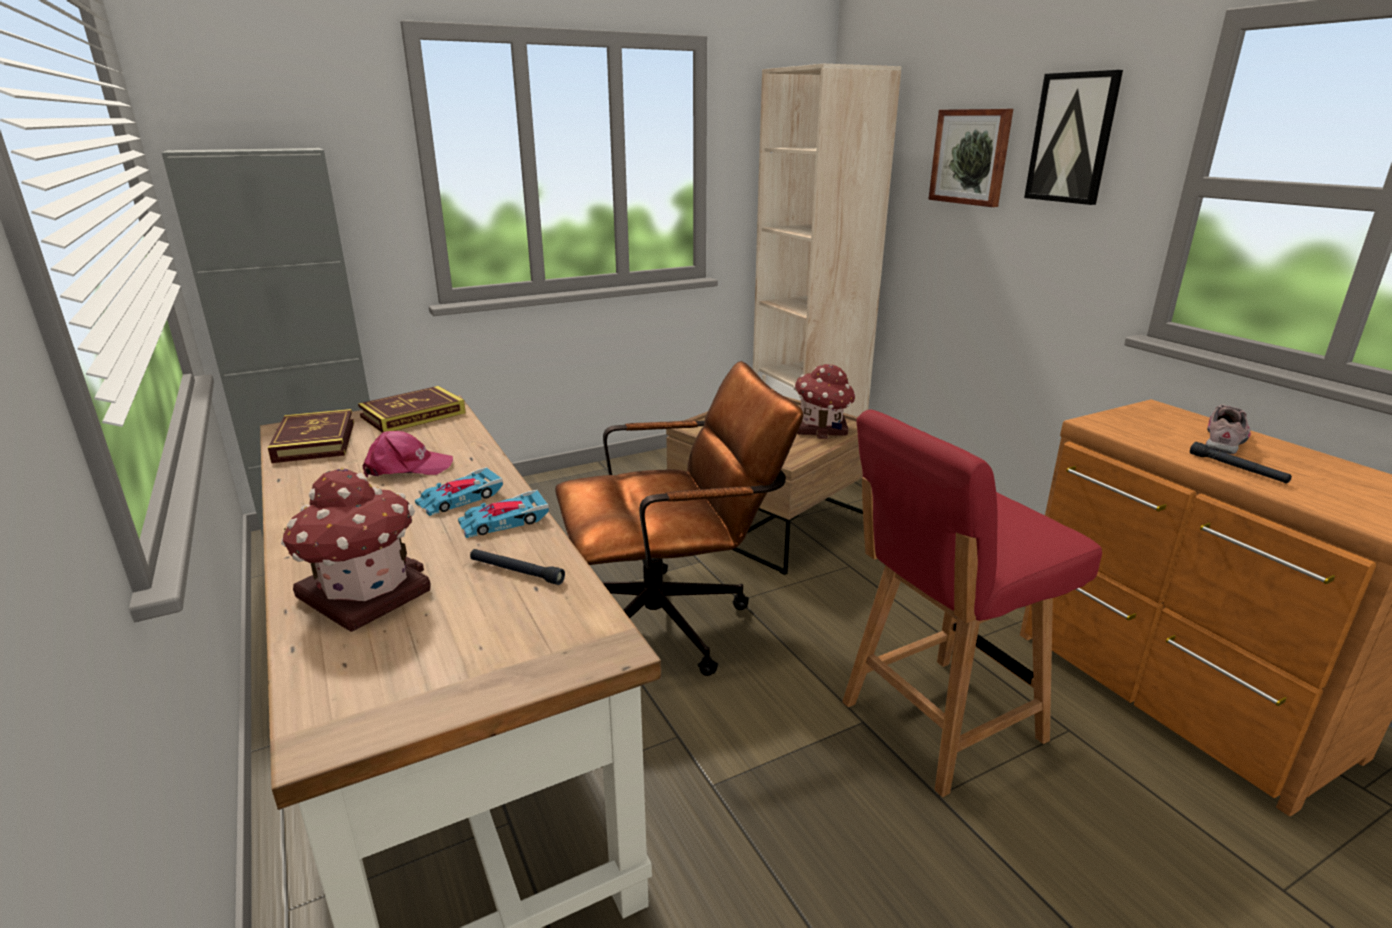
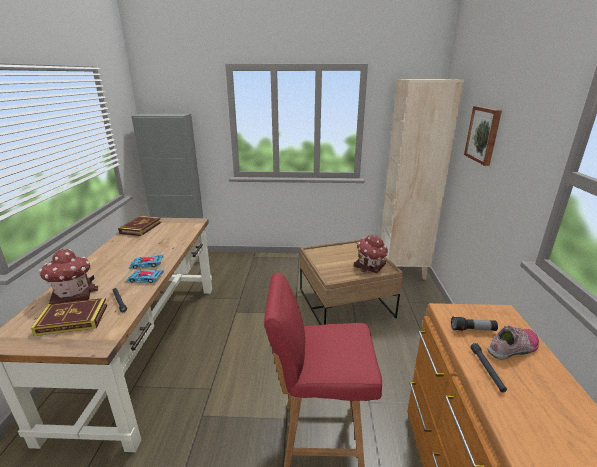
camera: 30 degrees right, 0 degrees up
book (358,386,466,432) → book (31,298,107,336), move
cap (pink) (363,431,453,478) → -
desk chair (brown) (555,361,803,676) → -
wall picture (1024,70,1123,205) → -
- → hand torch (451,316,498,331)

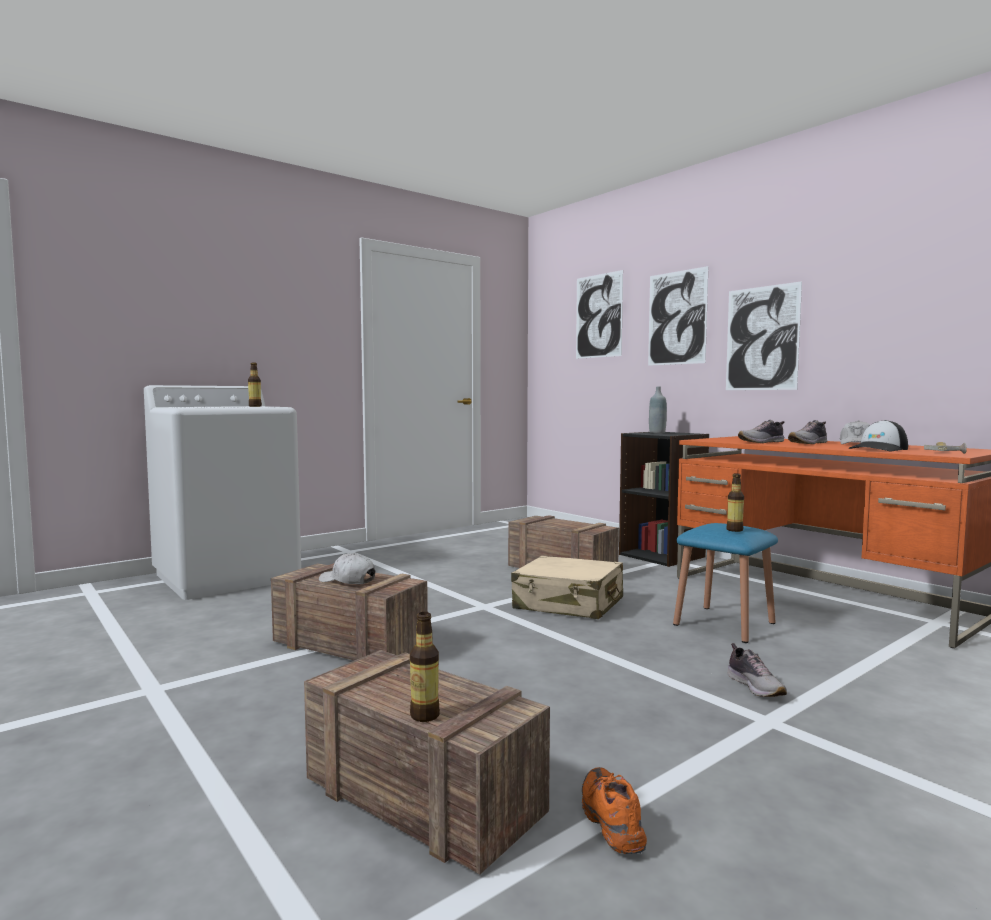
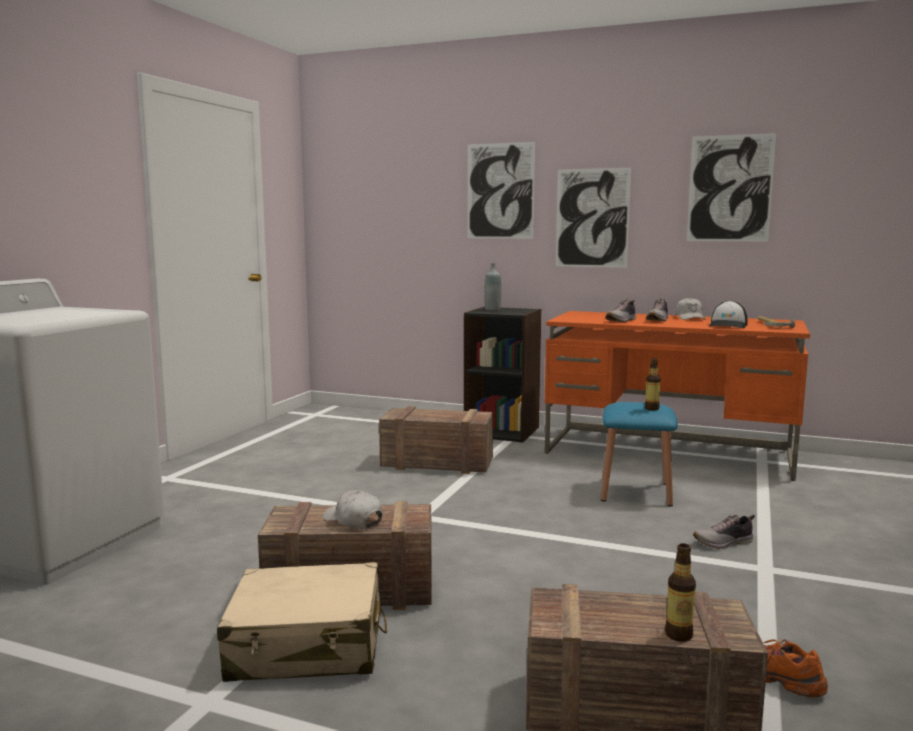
camera: 30 degrees left, 5 degrees up
bottle (248,362,262,407) → -
cap (whitish) (319,553,376,584) → cap (whitish) (323,490,383,529), 45 degrees clockwise
piece of luggage (beige) (511,556,623,619) → piece of luggage (beige) (217,562,387,682), move
wall picture (576,270,623,359) → wall picture (687,133,776,241), move
low shoe (727,643,787,697) → low shoe (693,515,755,549), 120 degrees clockwise

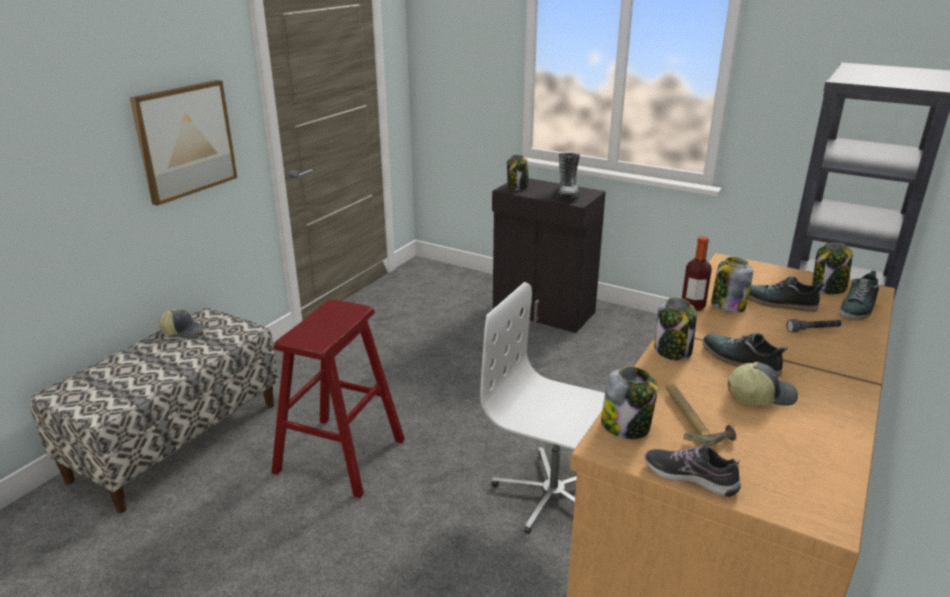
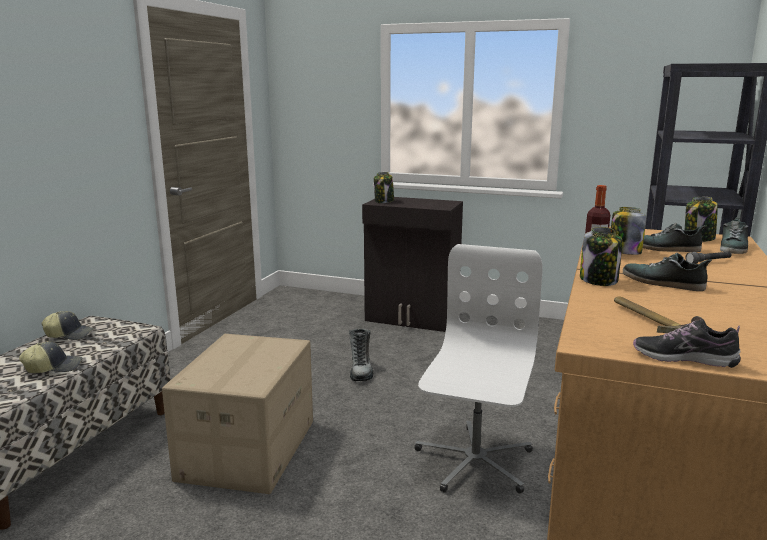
camera: 10 degrees left, 10 degrees down
wall picture (130,80,237,206) → -
stool seat (red) (271,299,405,498) → carton (162,334,313,494)
desk chair (whitish) (480,282,605,534) → desk chair (whitish) (414,244,543,494), 90 degrees clockwise
high-top boot (557,153,580,200) → high-top boot (349,329,373,381), move
jar (601,366,658,439) → -
cap (728,362,798,406) → cap (19,341,82,373), move

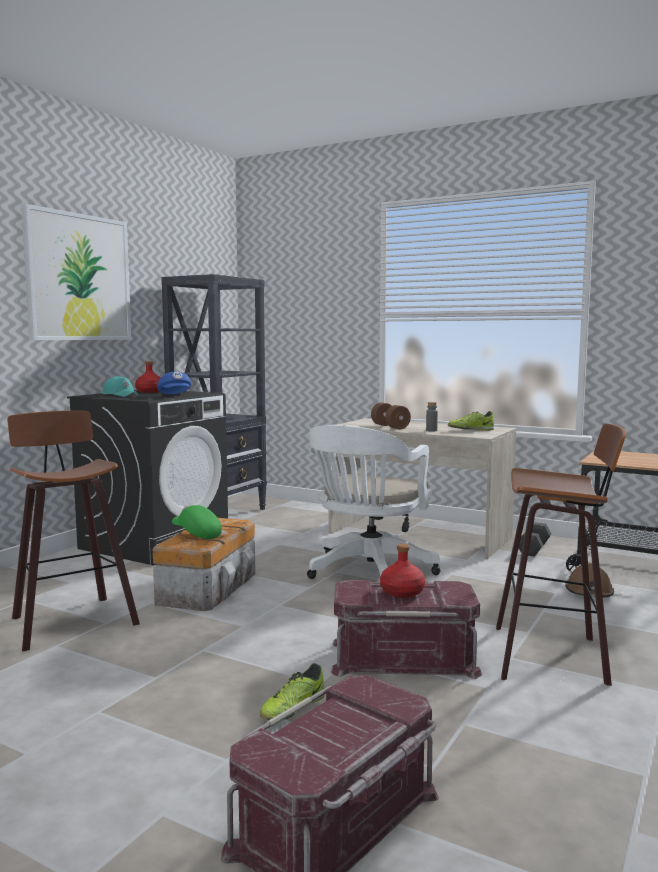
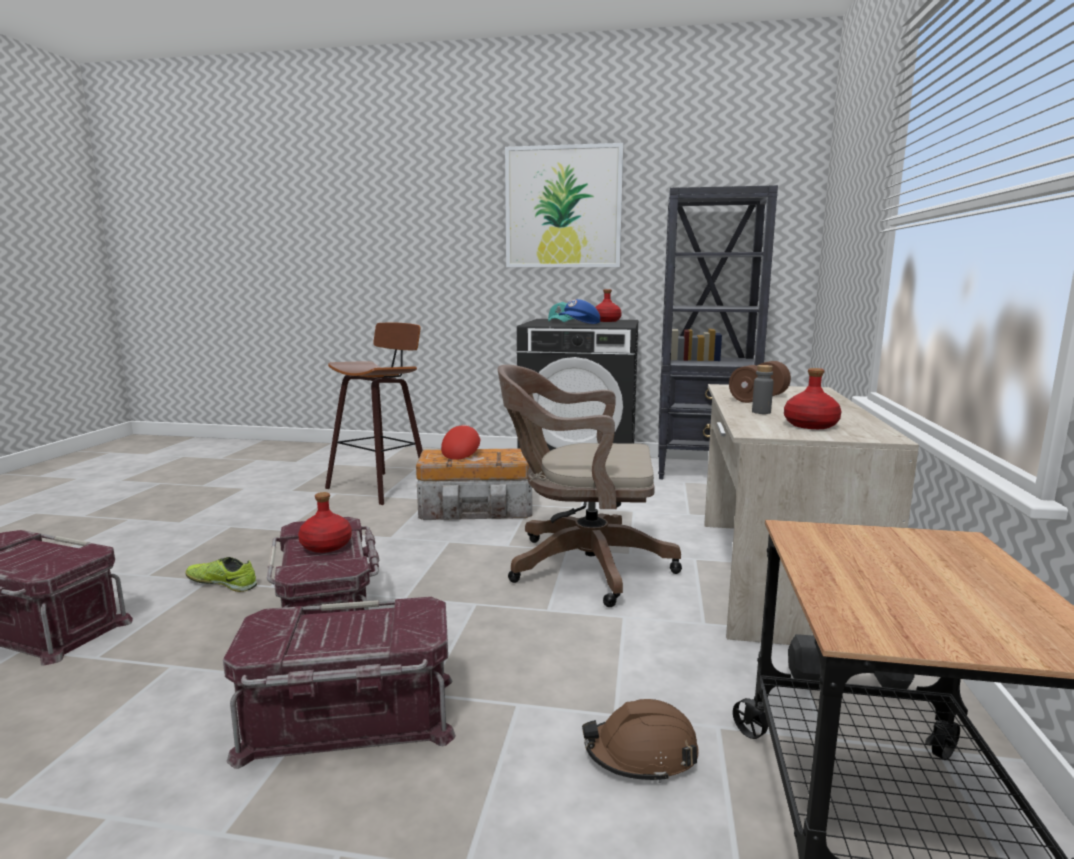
camera: 70 degrees right, 5 degrees up
cap (green-coloured) (172,505,222,539) → cap (red) (441,425,480,460)
desk chair (whitish) (307,425,440,579) → desk chair (brown) (497,365,682,607)
low shoe (448,411,494,430) → bottle (red) (784,368,841,429)
stool seat (496,423,626,686) → storage container (red) (223,597,456,769)

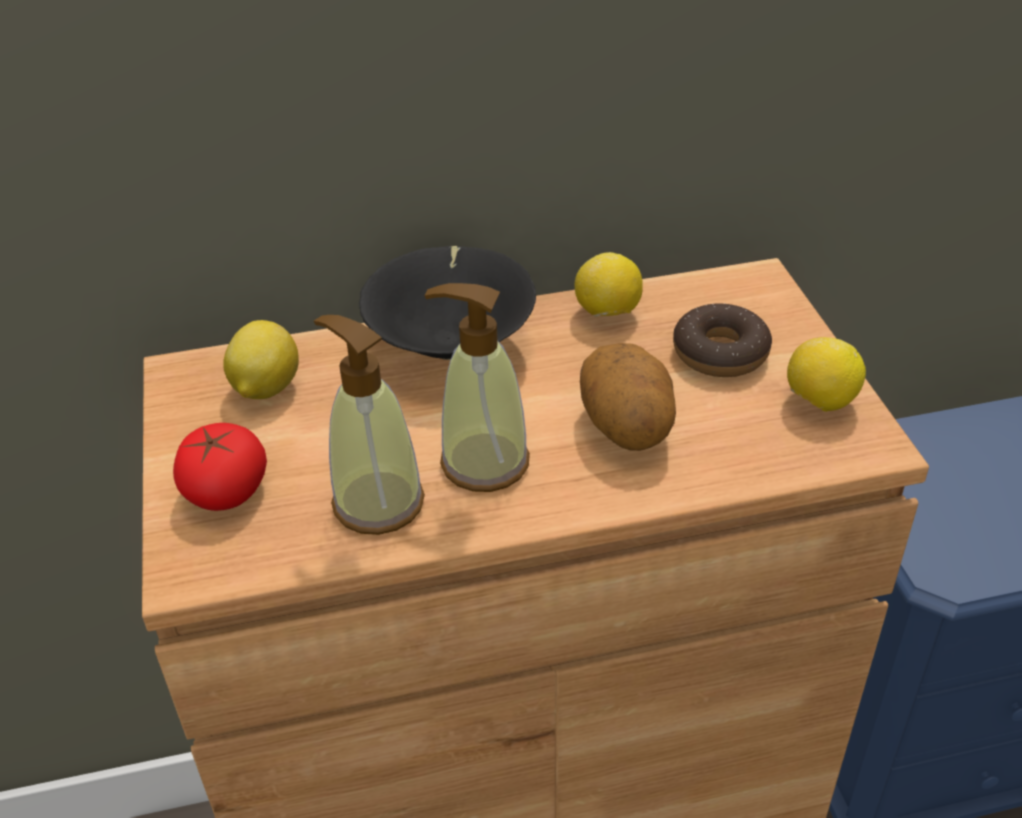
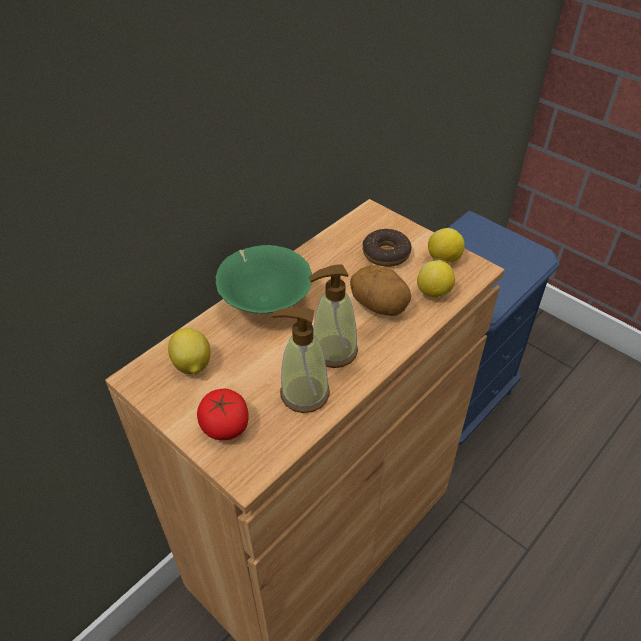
camera: 35 degrees left, 5 degrees up
serving bowl (black) (359,246,536,360) → serving bowl (green-coloured) (216,245,312,314)
whole lemon (575,252,643,317) → whole lemon (417,260,455,298), move

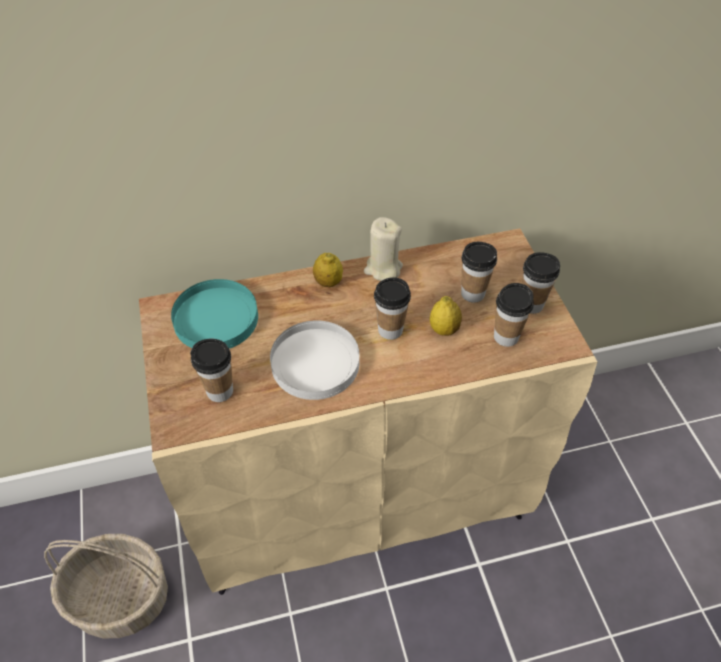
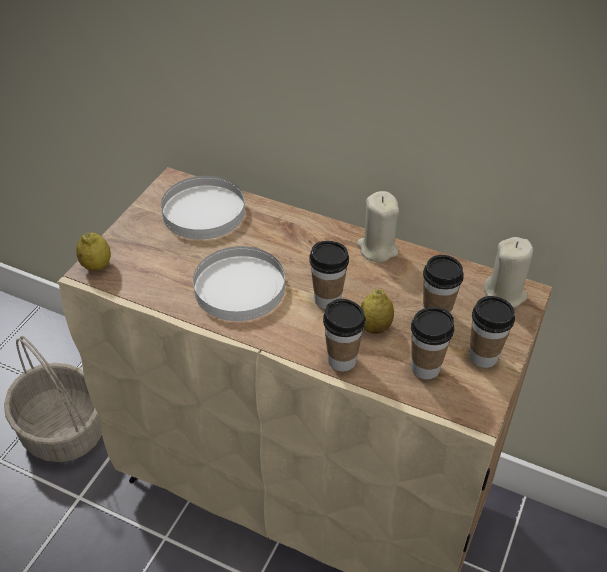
camera: 40 degrees right, 5 degrees down
plate (turquoise) (171,279,258,349) → plate (whitish) (161,176,245,240)
drinking cup (190,339,233,402) → drinking cup (323,299,366,372), move
whole lemon (313,253,343,287) → whole lemon (76,233,111,271), move
- → candle (beige) (484,237,533,308)

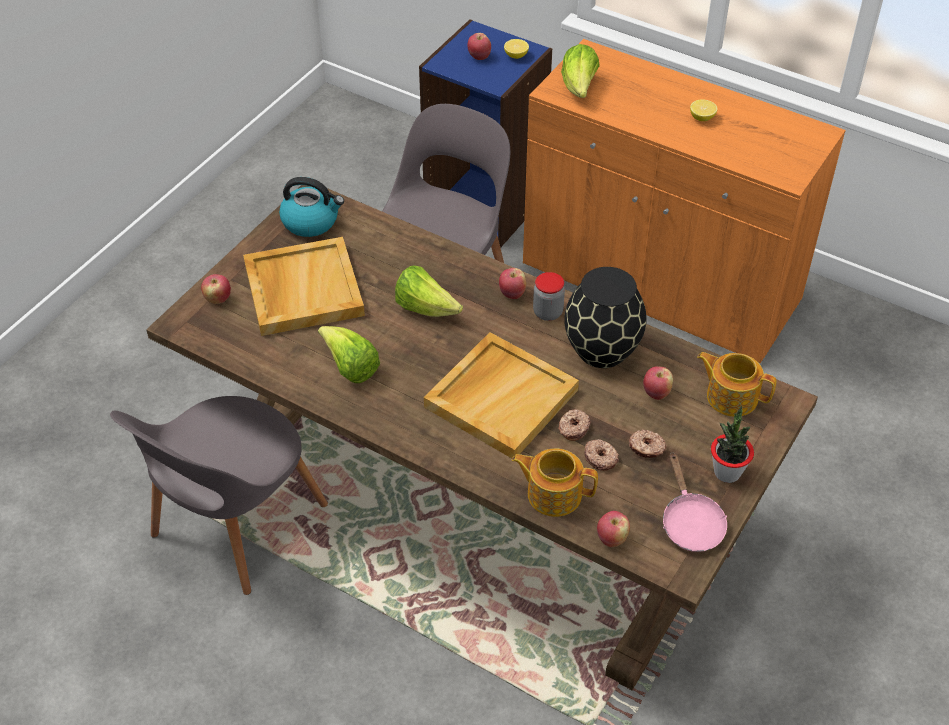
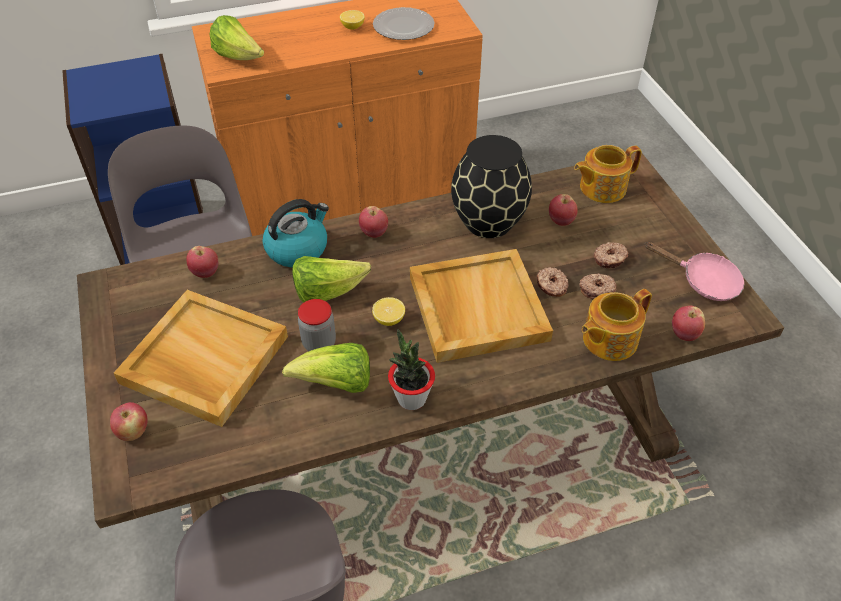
camera: 50 degrees left, 0 degrees up
water kettle (279,177,344,237) → water kettle (263,199,329,267), move
apple (468,33,491,60) → apple (186,246,218,278), move
whole lemon (504,39,529,59) → whole lemon (372,297,405,326), move
jar (533,272,565,321) → jar (298,299,336,351), move
potted plant (711,406,754,483) → potted plant (388,329,435,410), move
- → plate (373,7,435,40)

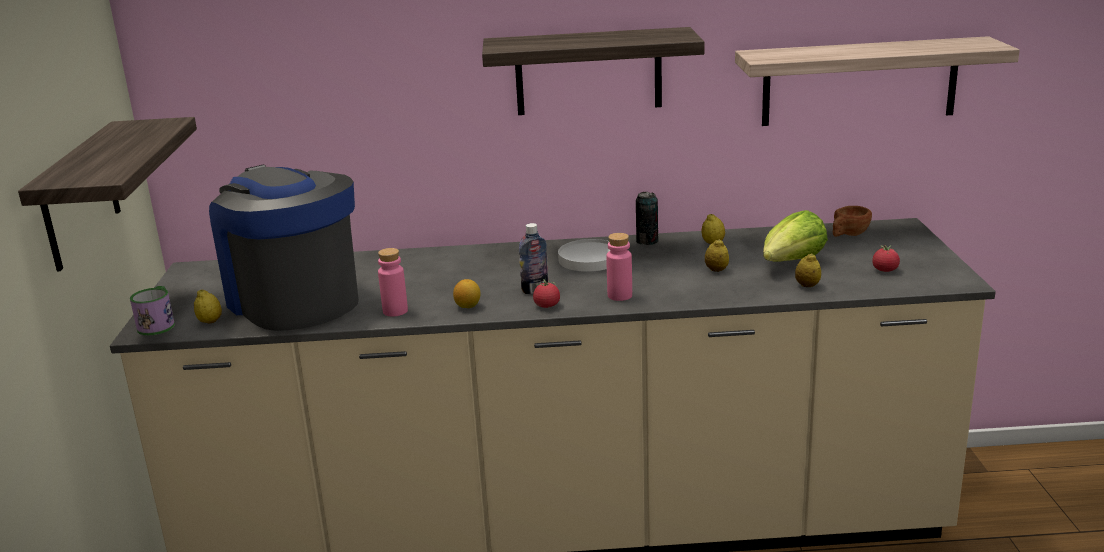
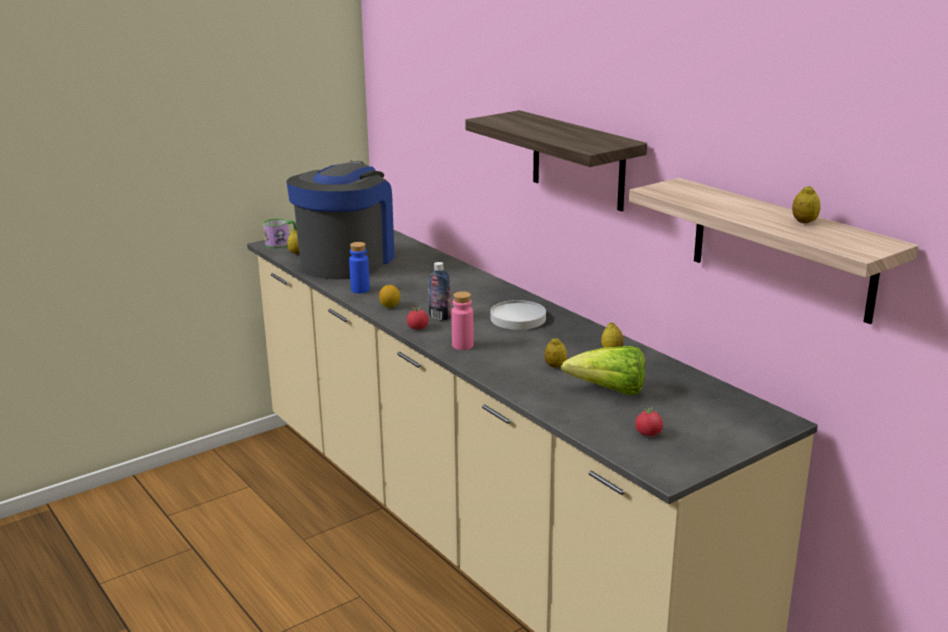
camera: 55 degrees right, 0 degrees up
shelf (18,117,197,272) → -
bottle (pink) (378,248,408,317) → bottle (bluish) (349,242,370,294)
can (636,192,658,245) → -
whole lemon (795,253,821,287) → whole lemon (792,186,821,223), move
drinking cup (brown) (833,206,872,237) → -

